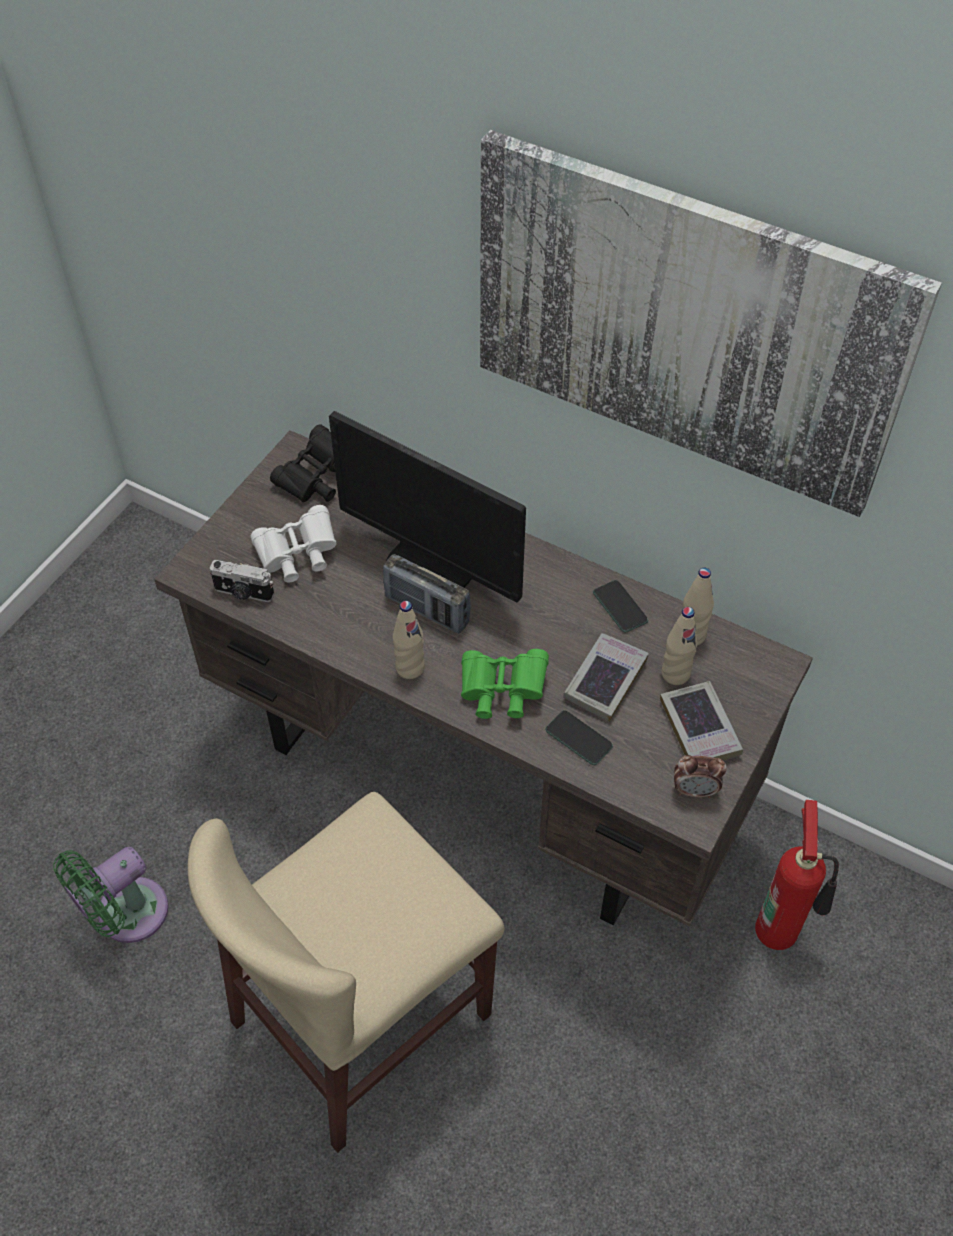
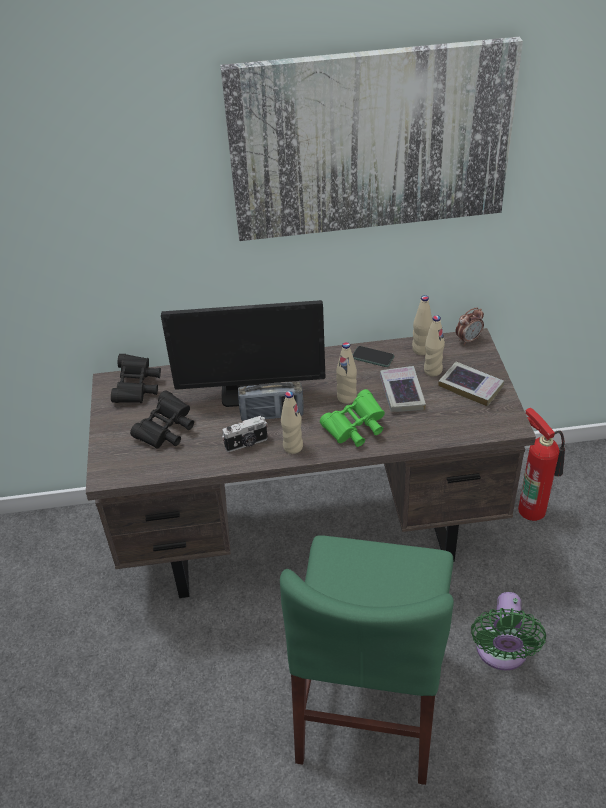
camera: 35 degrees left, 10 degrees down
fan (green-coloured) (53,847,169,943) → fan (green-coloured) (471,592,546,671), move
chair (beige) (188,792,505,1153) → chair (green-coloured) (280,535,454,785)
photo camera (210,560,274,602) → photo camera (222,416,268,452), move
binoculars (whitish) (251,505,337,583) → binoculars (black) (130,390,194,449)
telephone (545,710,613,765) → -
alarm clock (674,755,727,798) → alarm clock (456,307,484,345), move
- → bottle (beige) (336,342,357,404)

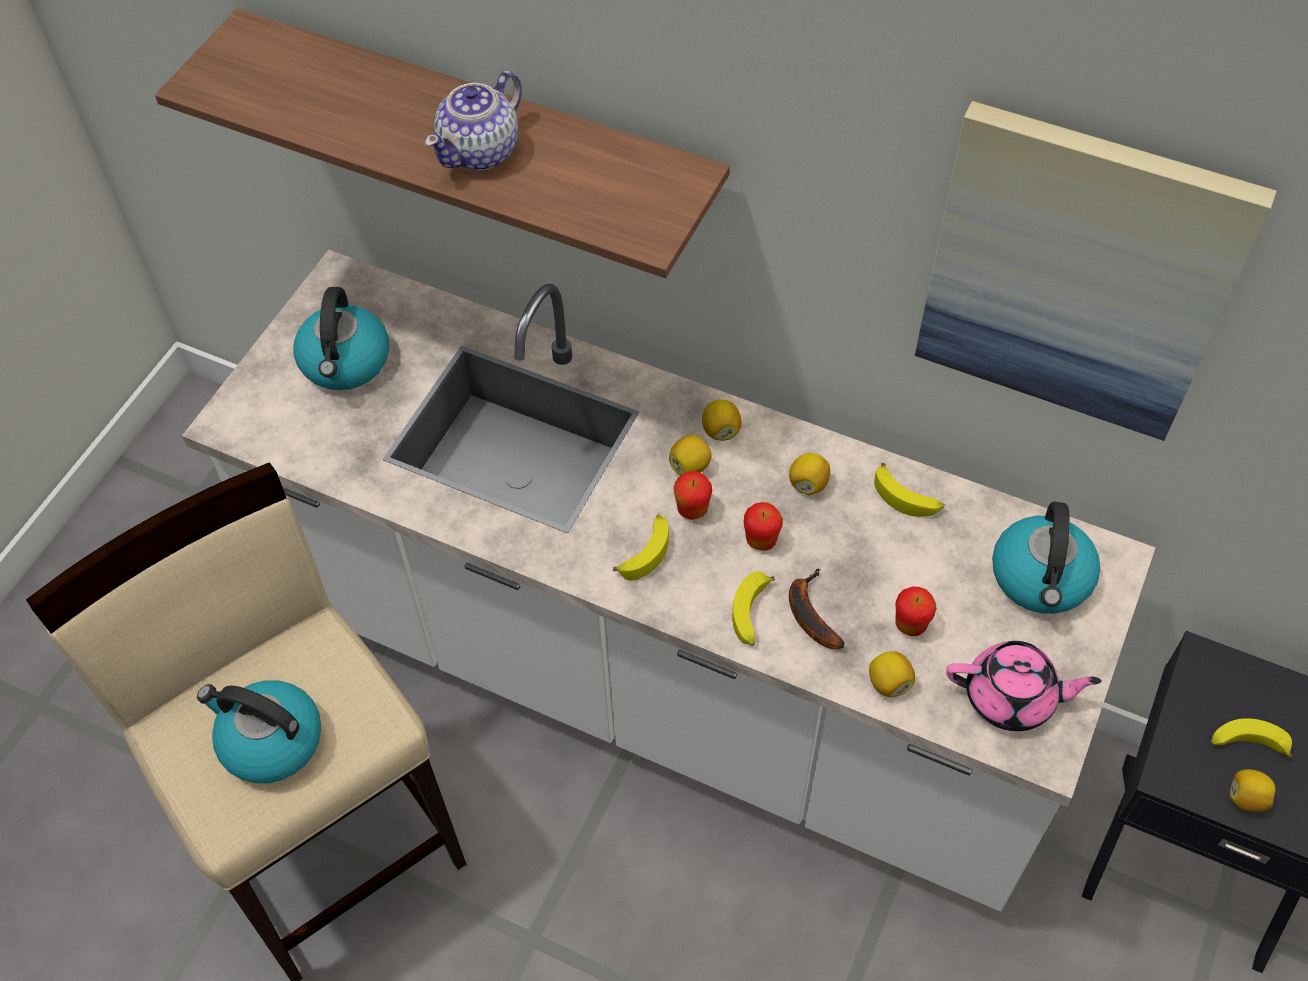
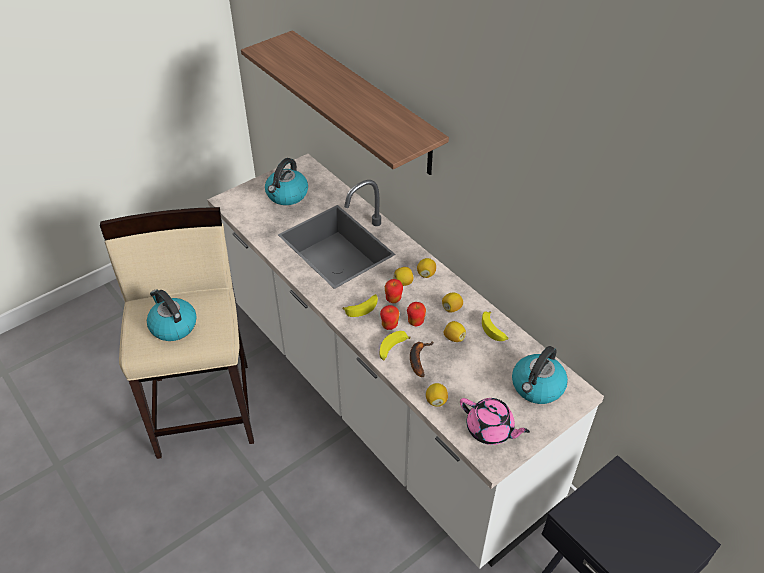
camera: 25 degrees right, 10 degrees down
pot for tea (425,71,522,170) → -
apple (896,586,937,636) → apple (380,305,399,330), move
wall picture (915,101,1277,441) → -
banana fruit (1211,718,1293,758) → -
whole lemon (1230,769,1276,812) → whole lemon (443,321,466,342), move

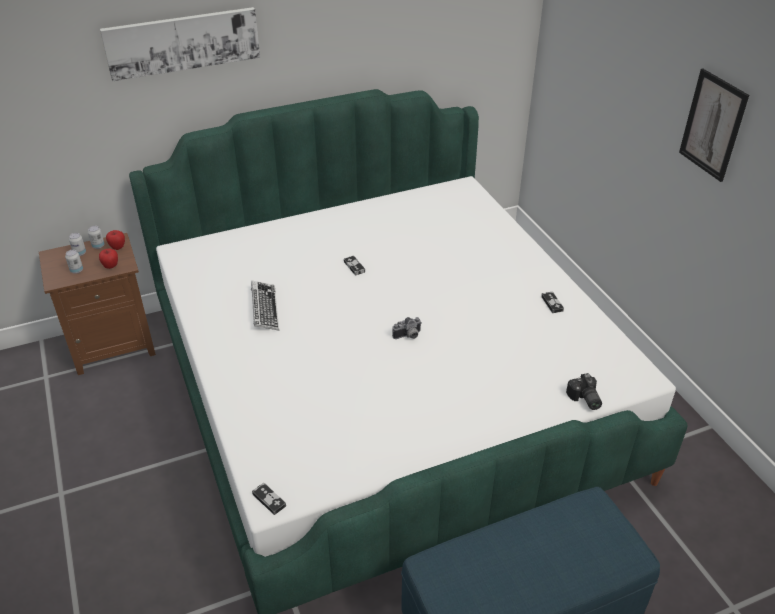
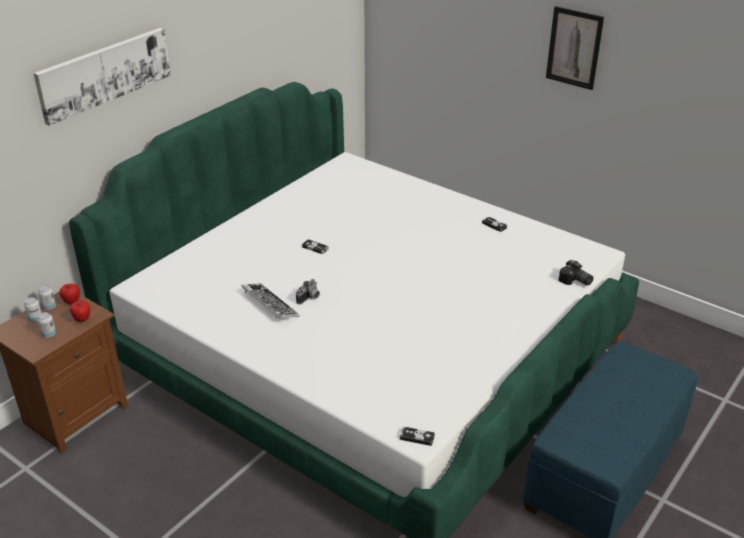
camera: 30 degrees left, 5 degrees down
photo camera (392,317,422,339) → photo camera (296,279,320,305), move

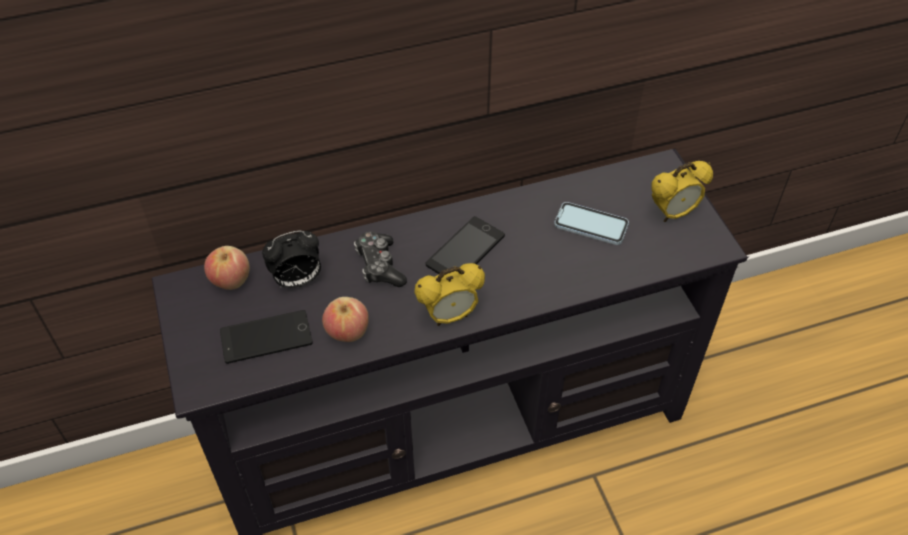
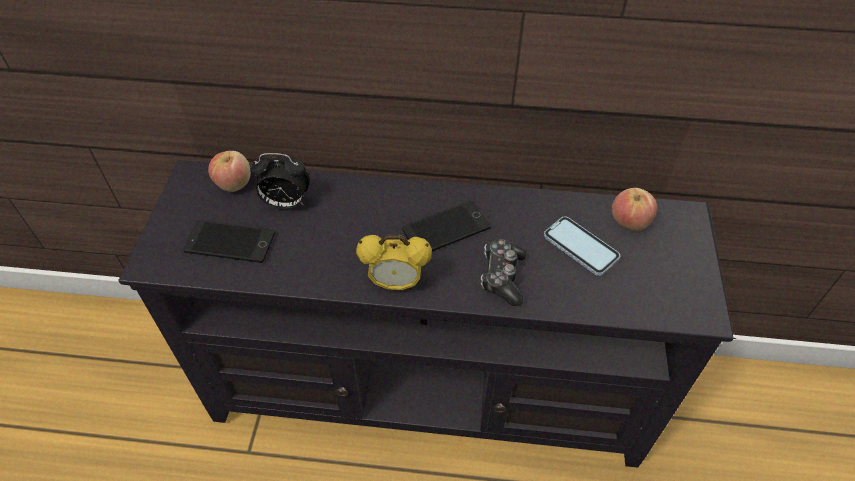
camera: 25 degrees right, 0 degrees up
apple (322,297,369,342) → apple (612,188,657,231), move
joypad (354,232,407,287) → joypad (480,239,526,306), move
alarm clock (652,161,713,222) → -

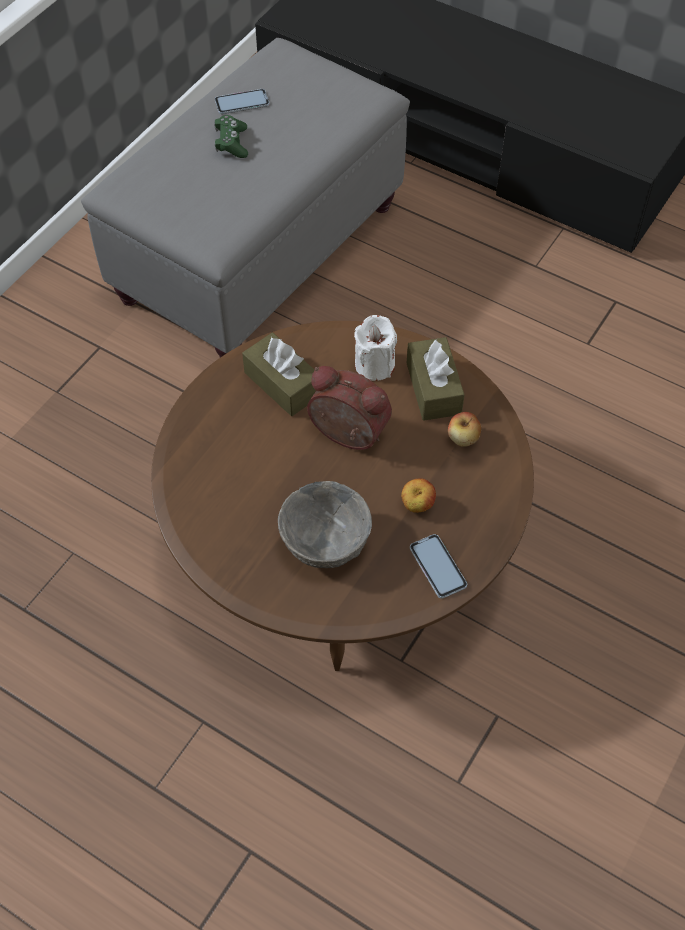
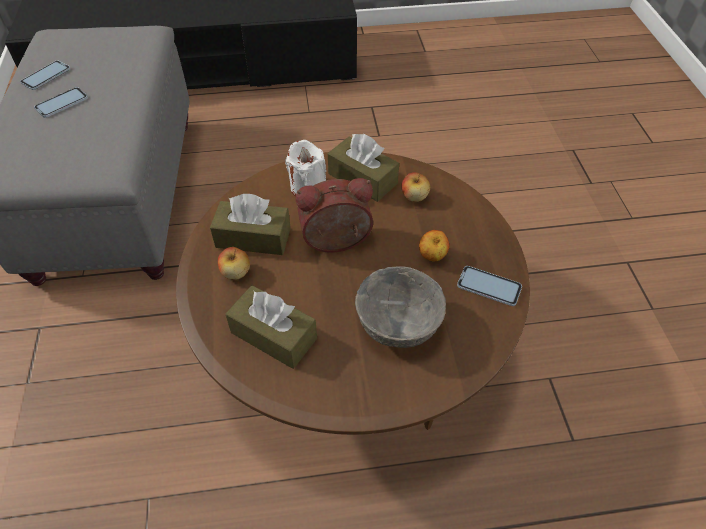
camera: 40 degrees left, 5 degrees down
joypad (green-coloured) (214,115,248,158) → telephone (34,87,88,118)
- → apple (218,247,250,280)
- → tissue box (brown) (226,285,317,369)

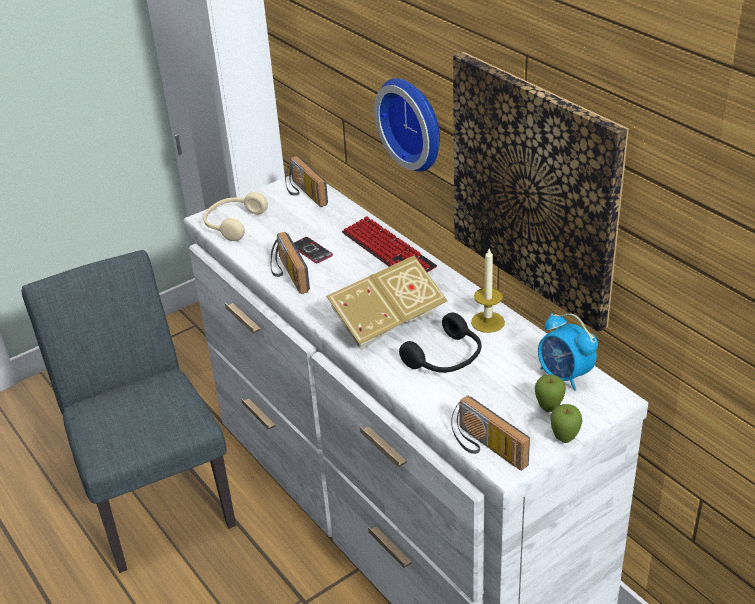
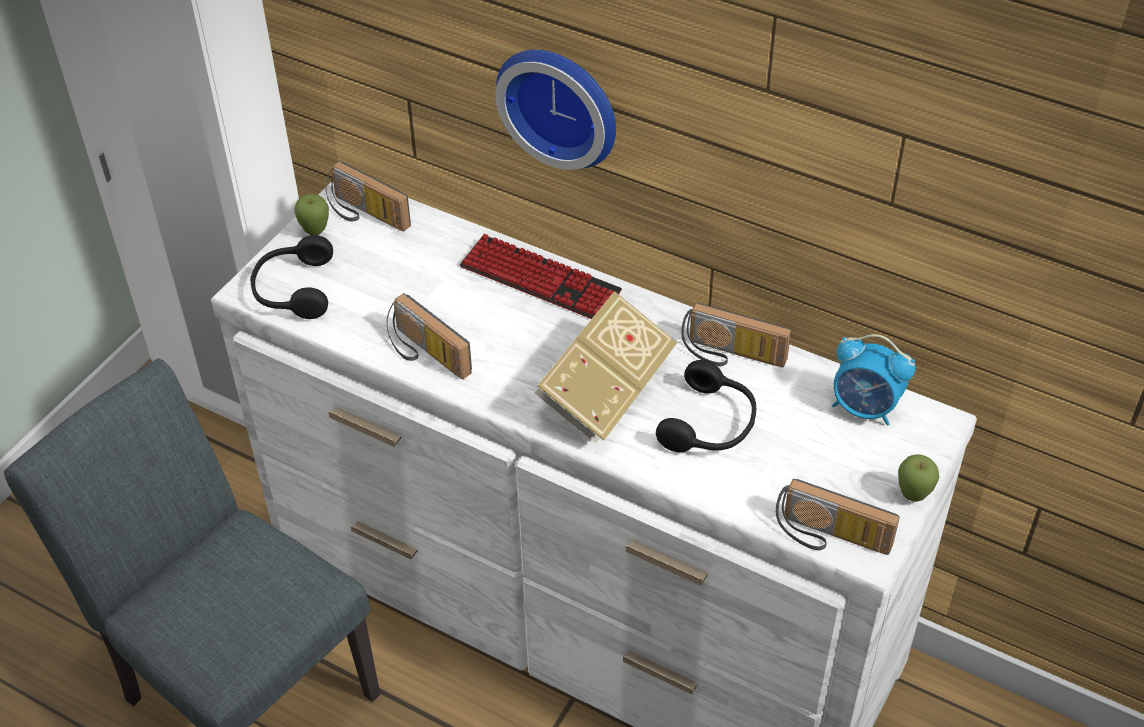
camera: 25 degrees left, 10 degrees up
headset (beige) (203,192,268,241) → headset (black) (250,235,333,319)
telephone (294,237,333,263) → -
wall picture (453,52,629,332) → -
candle (471,247,505,333) → radio receiver (681,303,791,367)
apple (535,374,566,412) → apple (294,194,329,235), move

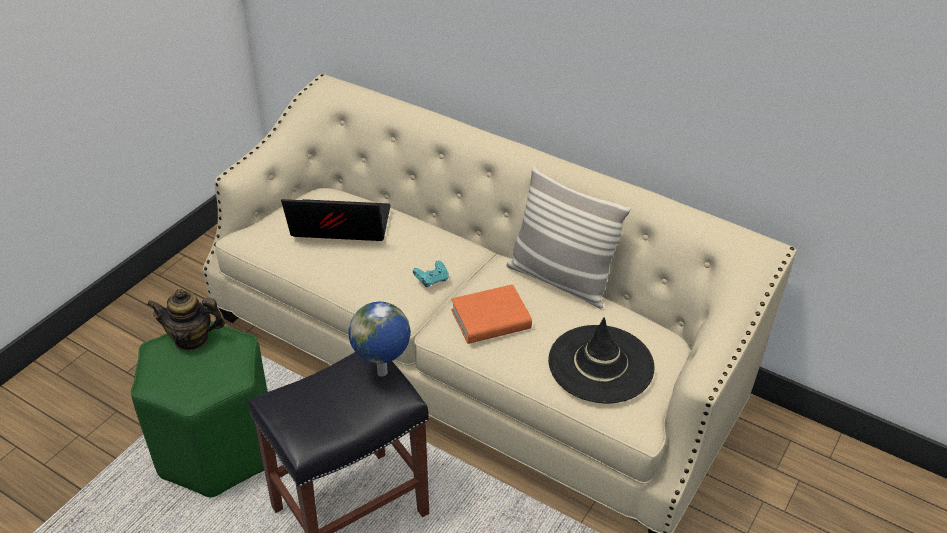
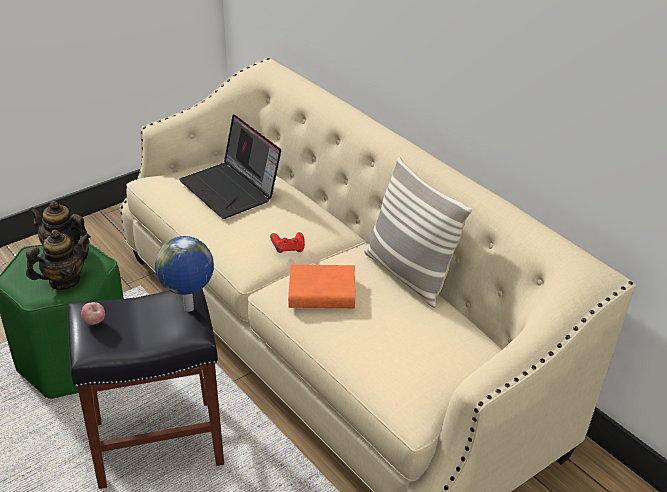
camera: 20 degrees right, 5 degrees down
portable computer (281,199,391,241) → portable computer (179,114,281,219), 150 degrees counterclockwise
joypad (turquoise) (413,261,449,287) → joypad (red) (270,232,305,253)
wearable hat (black) (548,317,655,403) → -
- → pot for tea (26,230,91,290)
- → apple (81,302,105,325)

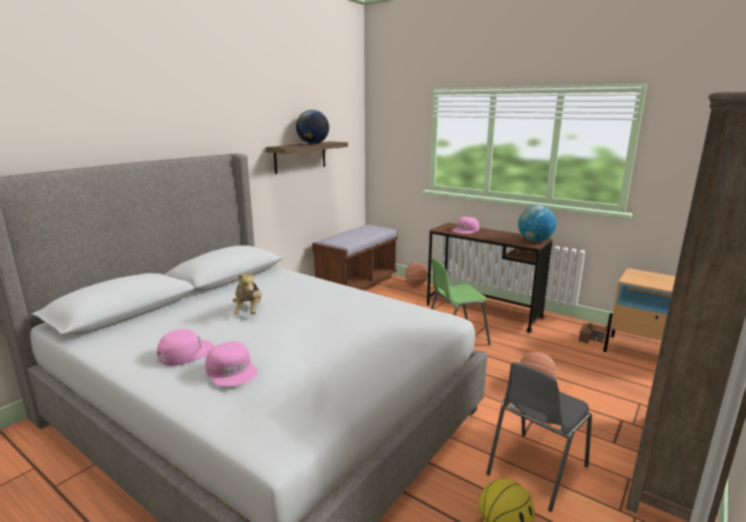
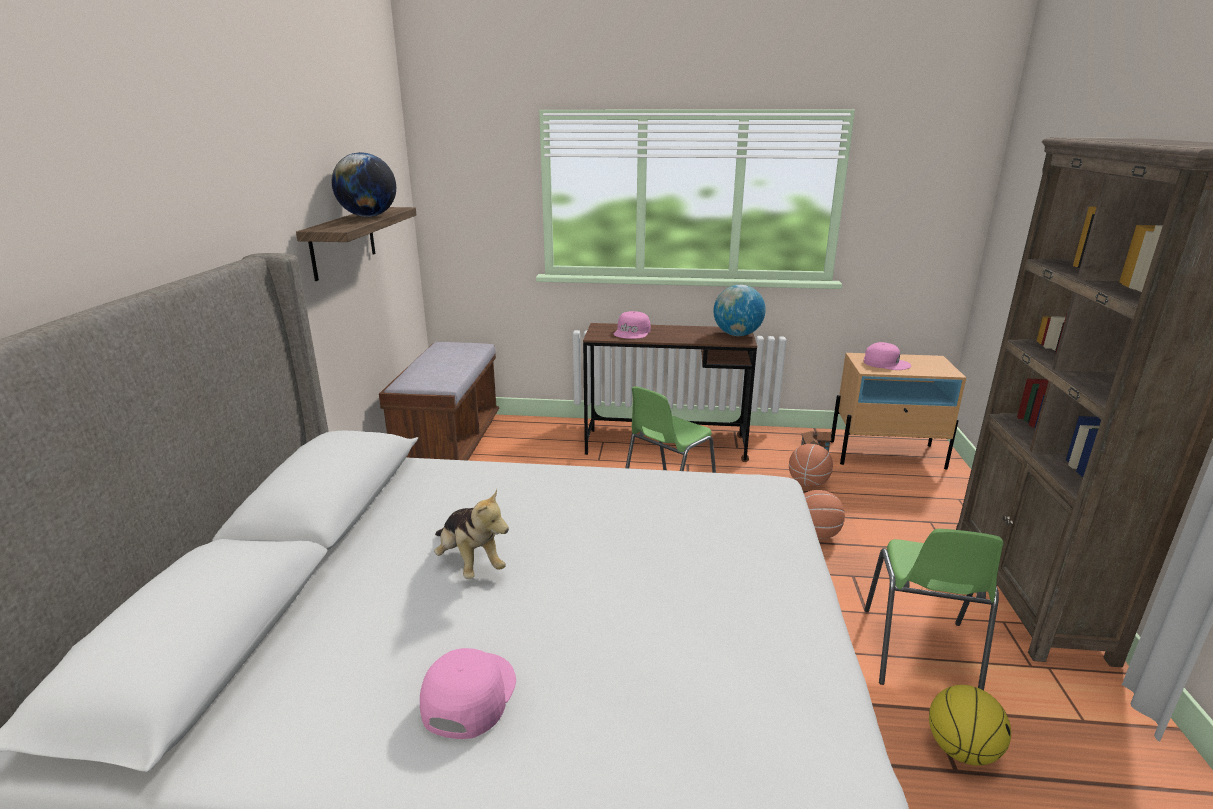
camera: 30 degrees left, 5 degrees up
cap (pink) (205,341,257,387) → cap (pink) (864,342,911,370), move
basketball ball (405,263,428,286) → basketball ball (789,444,833,487), move
chair (grey) (486,362,592,512) → chair (green-coloured) (864,529,1004,690)

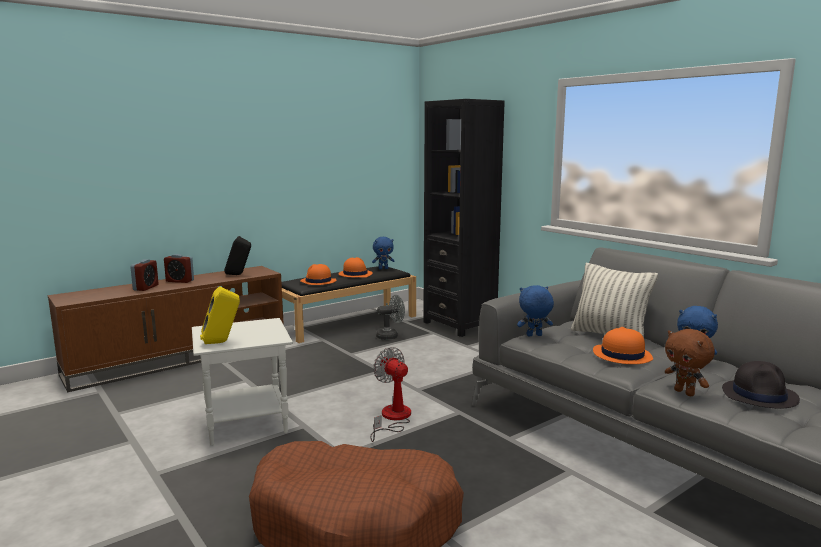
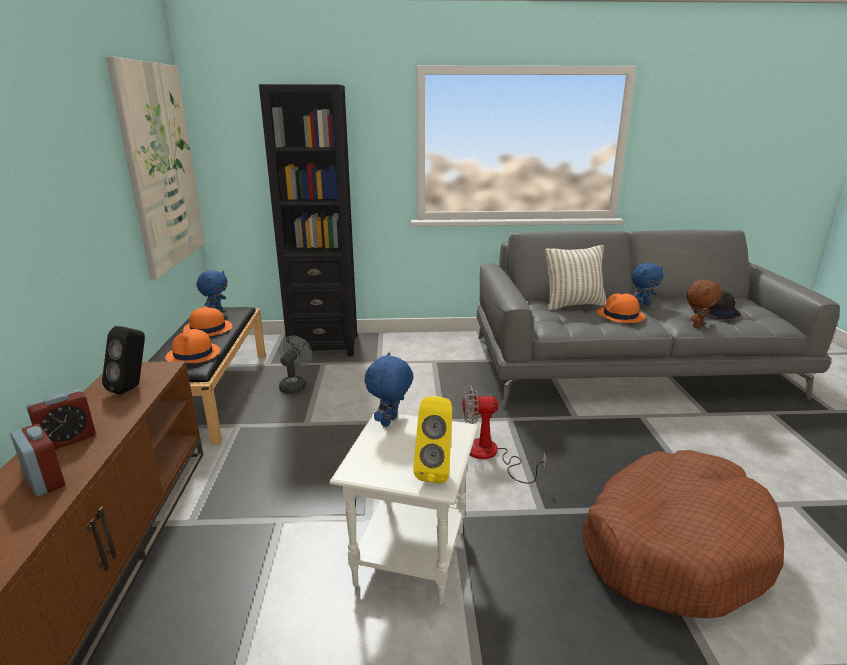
camera: 55 degrees left, 10 degrees up
soft toy (bluish) (517,285,554,337) → soft toy (bluish) (365,352,413,427), move
soft toy (brown) (665,329,715,396) → soft toy (brown) (687,280,722,328), 45 degrees counterclockwise
- → wall picture (106,56,205,279)

